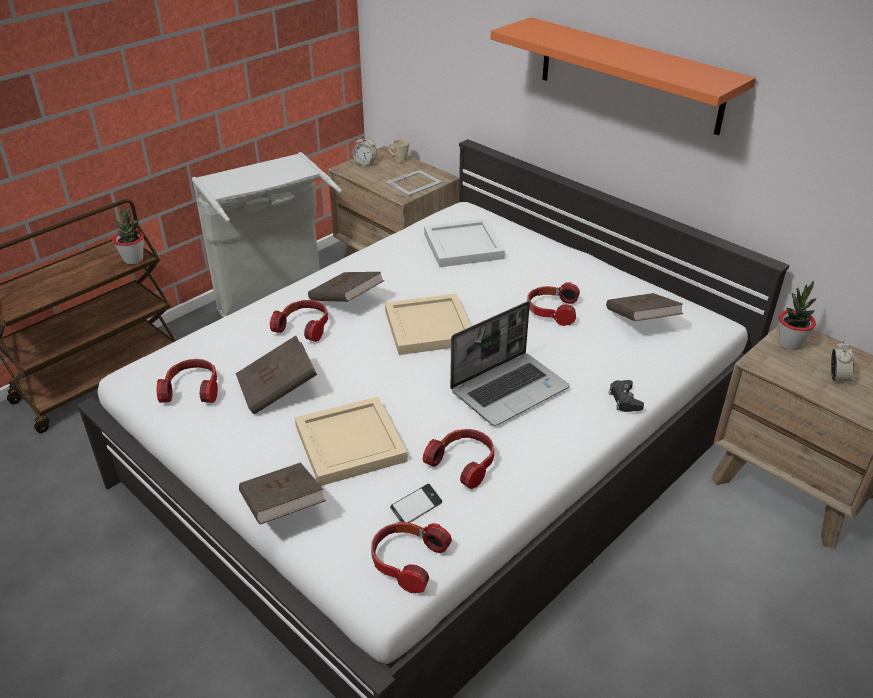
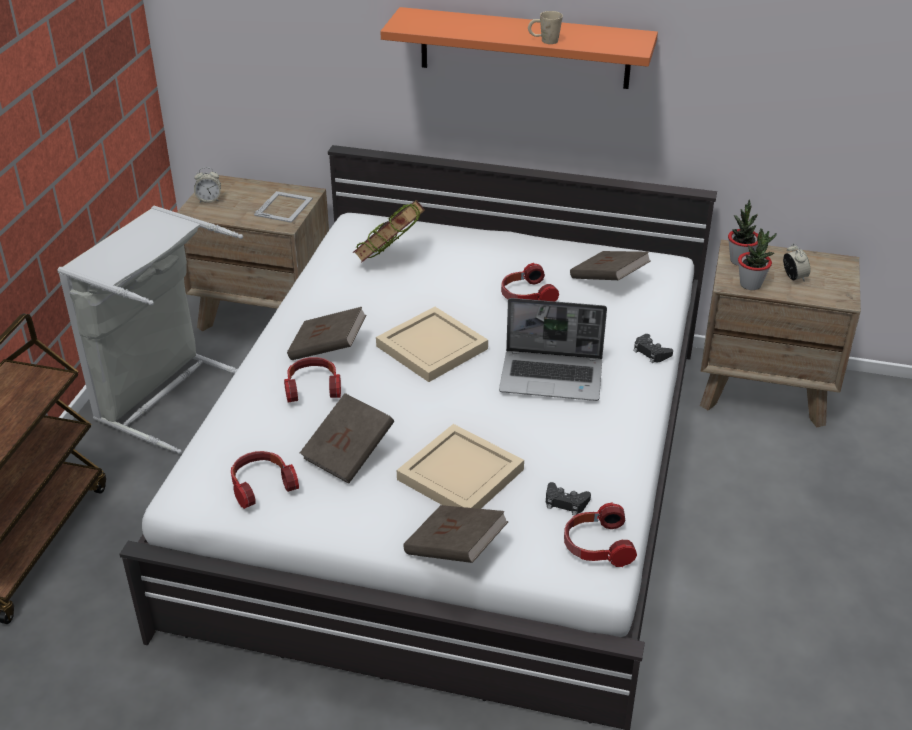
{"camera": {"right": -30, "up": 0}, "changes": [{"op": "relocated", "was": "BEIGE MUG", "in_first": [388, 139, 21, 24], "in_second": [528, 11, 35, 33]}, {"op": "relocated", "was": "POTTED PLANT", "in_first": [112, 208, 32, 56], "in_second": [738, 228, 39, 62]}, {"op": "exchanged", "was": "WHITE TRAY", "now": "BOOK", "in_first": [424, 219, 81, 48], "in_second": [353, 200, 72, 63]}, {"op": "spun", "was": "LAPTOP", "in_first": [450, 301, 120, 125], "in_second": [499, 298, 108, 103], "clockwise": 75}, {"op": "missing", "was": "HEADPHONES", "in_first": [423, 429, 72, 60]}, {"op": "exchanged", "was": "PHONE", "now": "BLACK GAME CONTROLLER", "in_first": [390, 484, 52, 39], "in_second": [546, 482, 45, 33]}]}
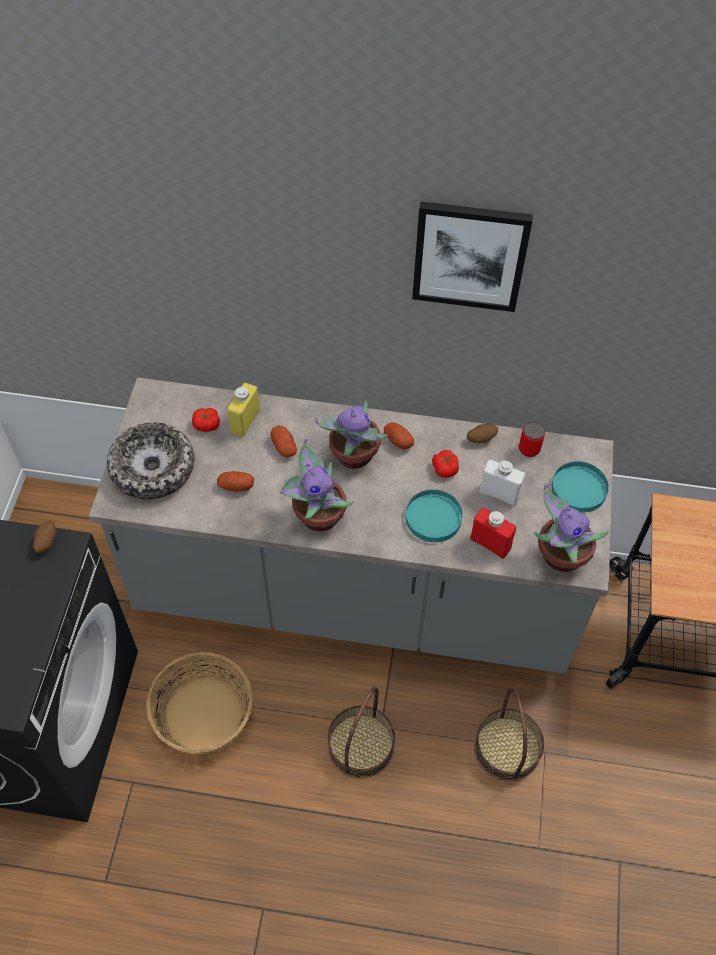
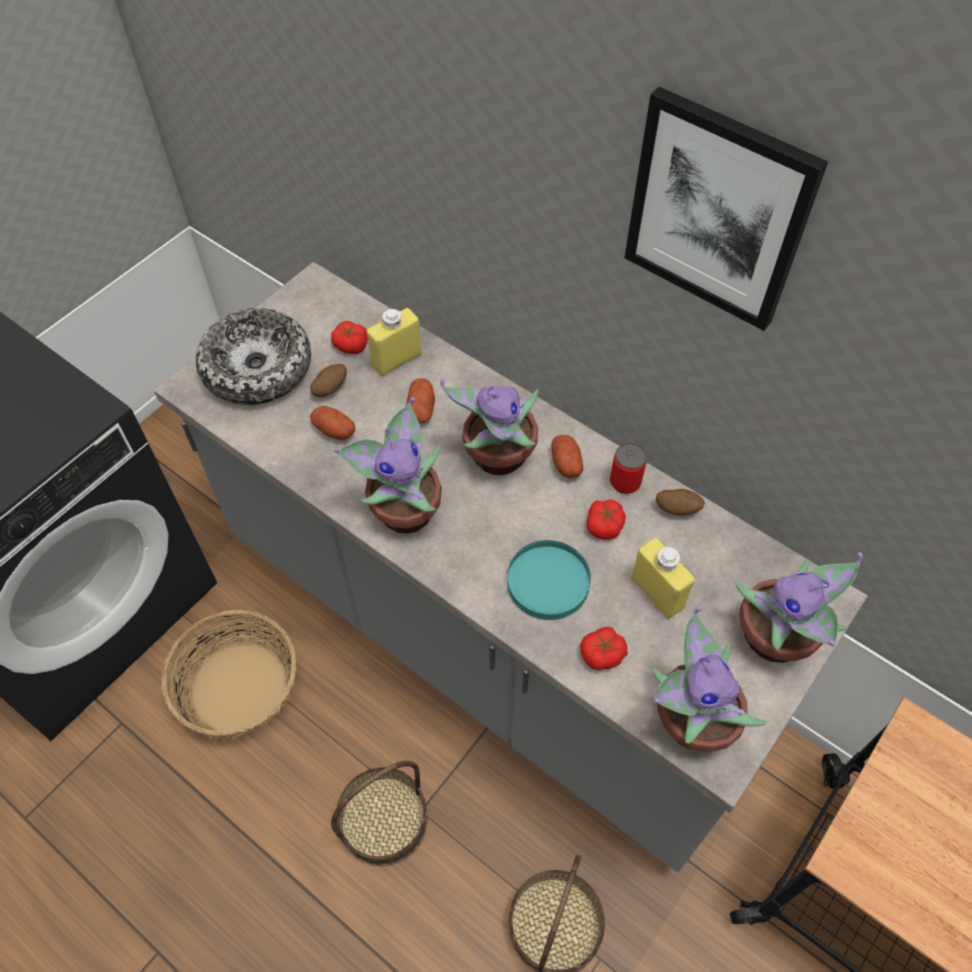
{"camera": {"right": 30, "up": 0}, "changes": [{"op": "relocated", "was": "CAN", "in_first": [519, 421, 26, 36], "in_second": [610, 443, 37, 51]}, {"op": "colour", "was": "WHITE BOTTLE", "now": "YELLOW BOTTLE", "in_first": [479, 459, 46, 47], "in_second": [631, 538, 64, 81]}, {"op": "exchanged", "was": "TURQUOISE PLATE", "now": "POTTED PLANT", "in_first": [552, 462, 57, 51], "in_second": [735, 552, 128, 111]}, {"op": "exchanged", "was": "RED BOTTLE", "now": "TOMATO", "in_first": [470, 508, 46, 51], "in_second": [580, 627, 47, 43]}, {"op": "relocated", "was": "POTATO", "in_first": [33, 521, 23, 33], "in_second": [310, 364, 37, 33]}]}
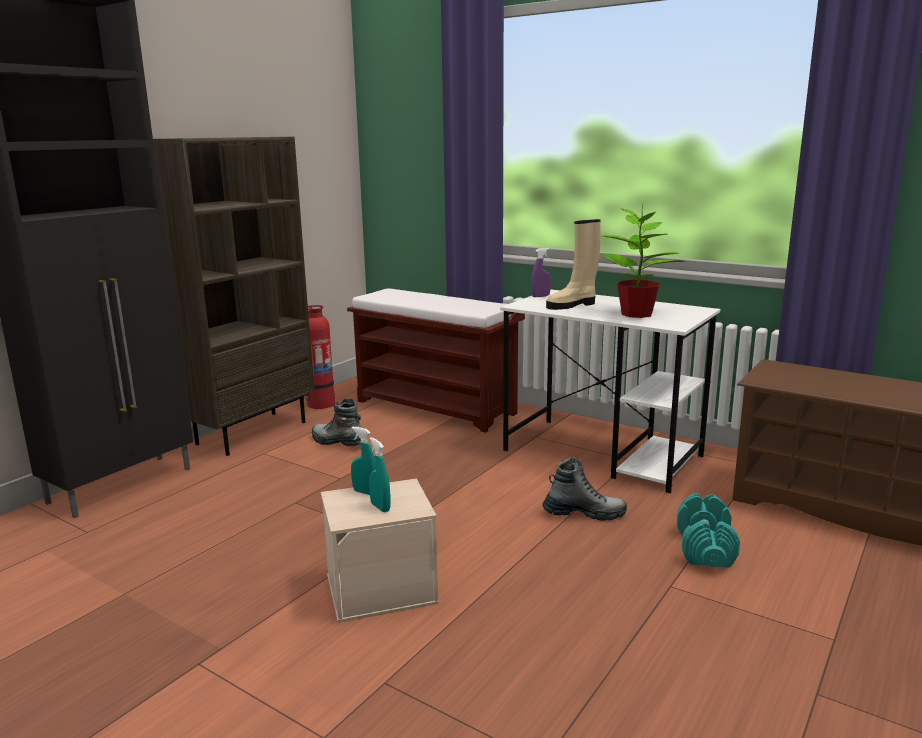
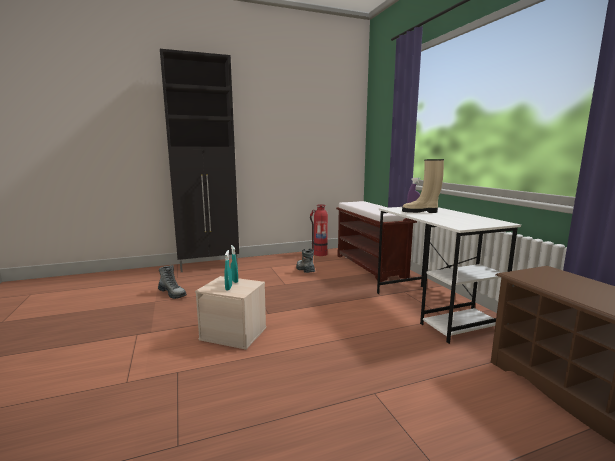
{"camera": {"right": 35, "up": -5}, "changes": [{"op": "missing", "was": "BROWN BOOKCASE", "in_first": [153, 137, 161, 319]}, {"op": "missing", "was": "POTTED PLANT", "in_first": [600, 205, 85, 113]}, {"op": "relocated", "was": "BOOT", "in_first": [543, 457, 84, 64], "in_second": [158, 265, 29, 34]}, {"op": "missing", "was": "TURQUOISE DUMBBELL", "in_first": [677, 493, 63, 74]}]}
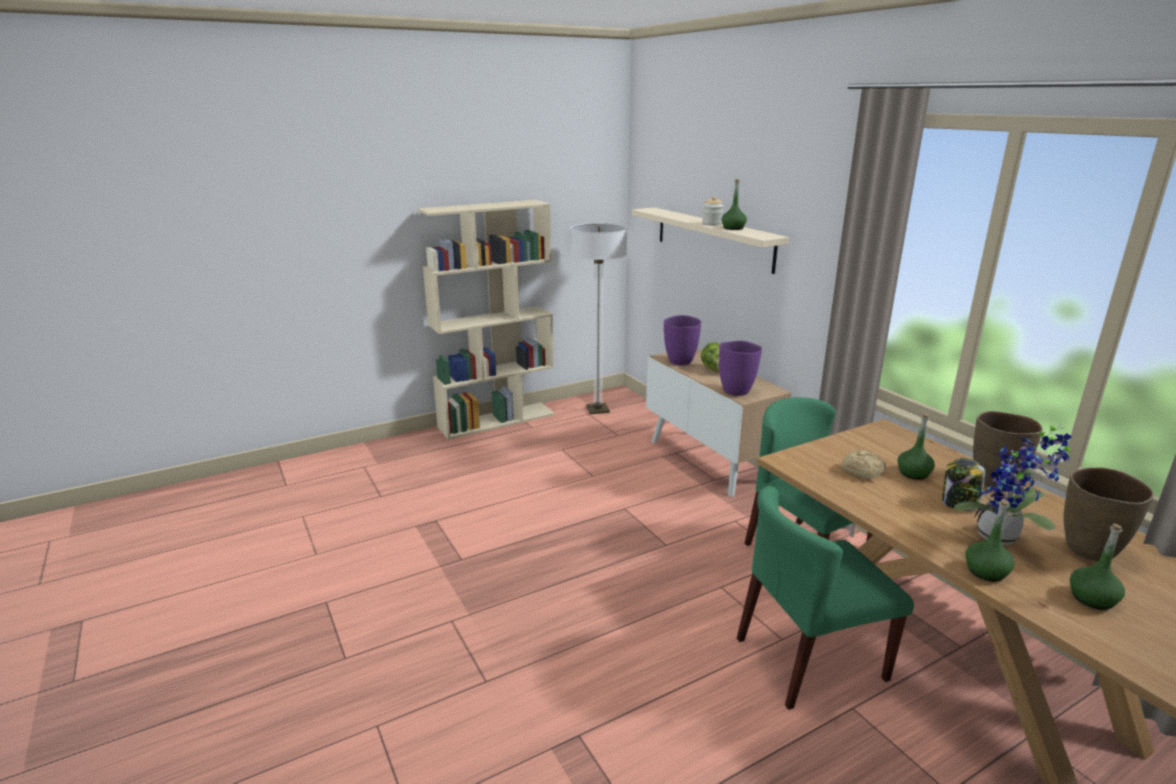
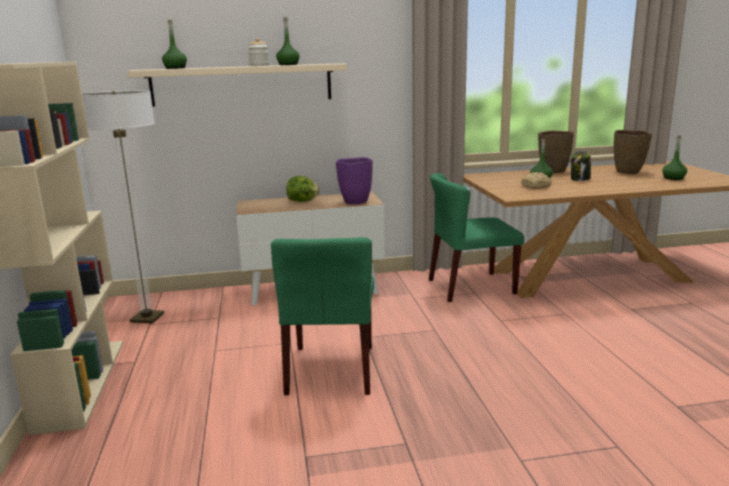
{"camera": {"right": -70, "up": -5}, "changes": [{"op": "missing", "was": "PURPLE VASE", "in_first": [664, 315, 37, 50]}, {"op": "missing", "was": "POTTED PLANT", "in_first": [954, 423, 117, 122]}, {"op": "relocated", "was": "GREEN CHAIR", "in_first": [737, 486, 177, 224], "in_second": [271, 237, 103, 158]}, {"op": "relocated", "was": "GREEN BOTTLE", "in_first": [966, 499, 49, 83], "in_second": [162, 20, 25, 49]}]}
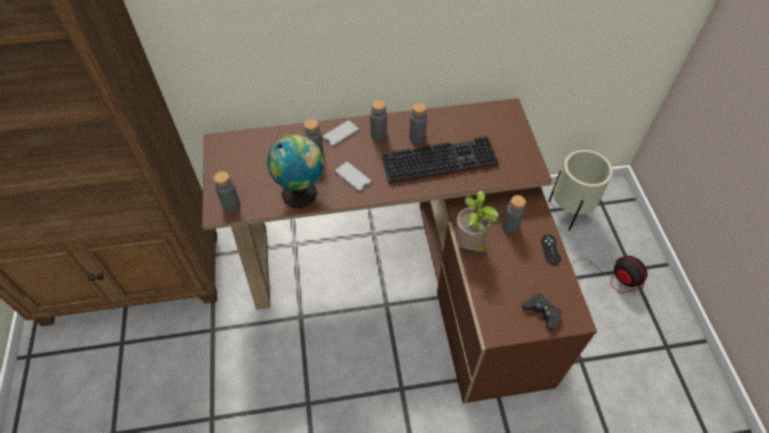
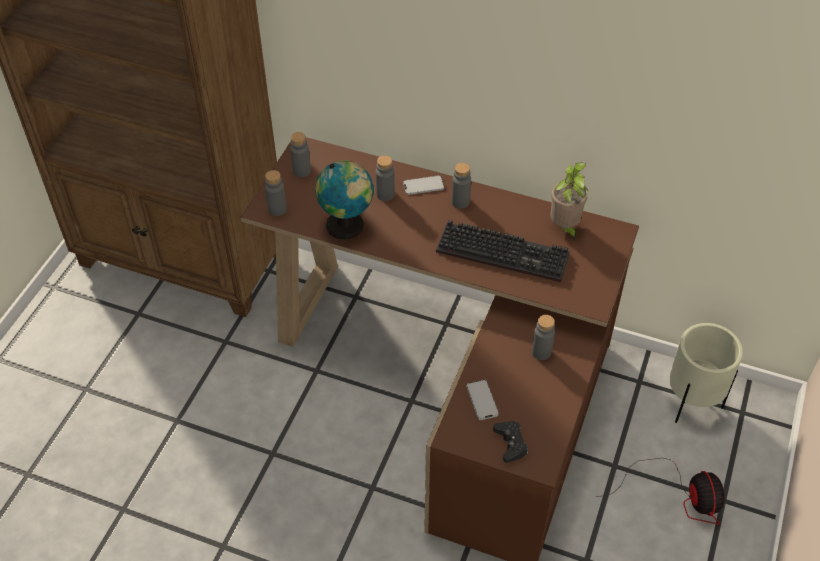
{"camera": {"right": 30, "up": -5}, "changes": [{"op": "relocated", "was": "GREY BOTTLE", "in_first": [409, 102, 18, 41], "in_second": [290, 132, 21, 45]}, {"op": "relocated", "was": "PHONE", "in_first": [335, 161, 36, 30], "in_second": [466, 379, 33, 41]}, {"op": "relocated", "was": "POTTED PLANT", "in_first": [456, 190, 43, 66], "in_second": [550, 163, 38, 77]}, {"op": "missing", "was": "BLACK GAME CONTROLLER", "in_first": [541, 235, 20, 30]}]}
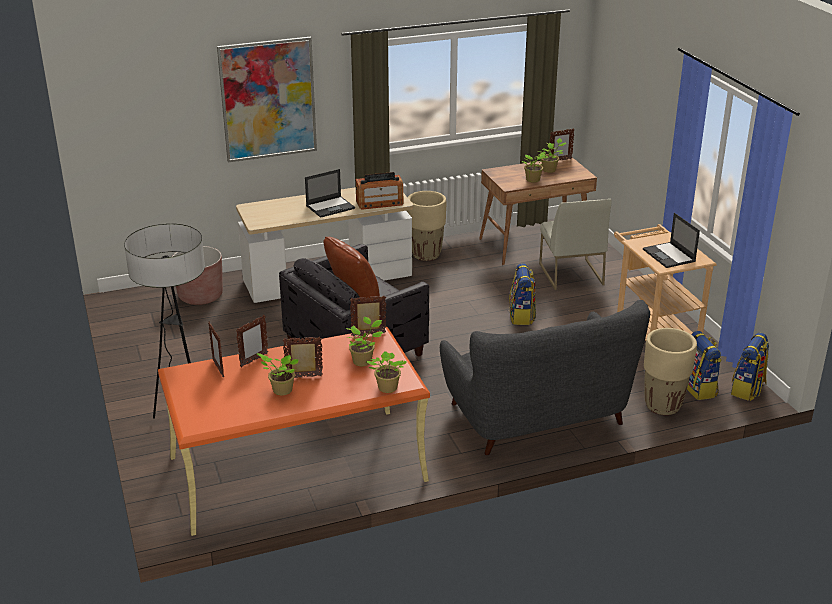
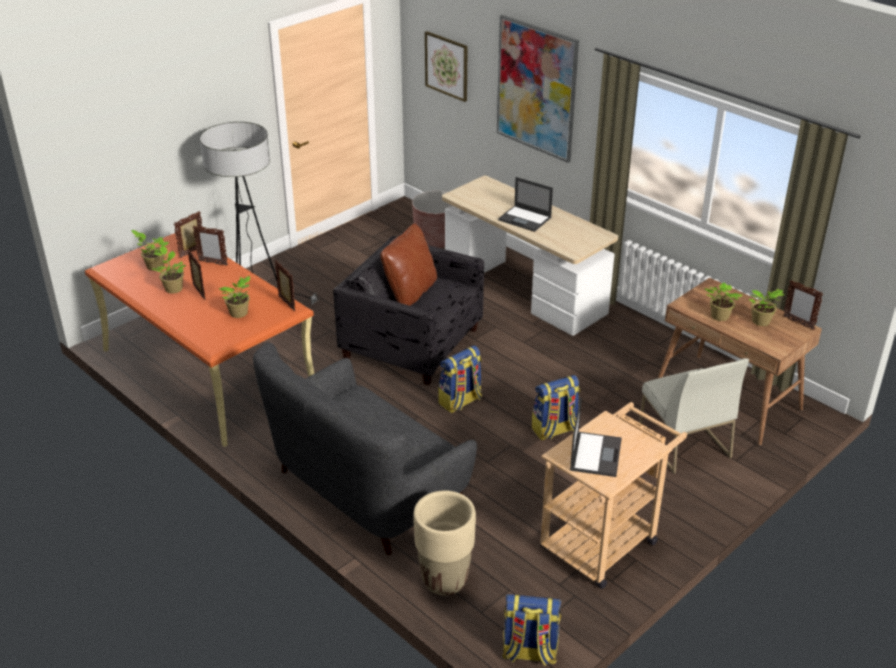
{"camera": {"right": 65, "up": 5}, "changes": [{"op": "missing", "was": "RADIO", "in_first": [355, 172, 49, 38]}, {"op": "missing", "was": "BEIGE PLANTER", "in_first": [407, 191, 39, 70]}, {"op": "spun", "was": "WHITE CHAIR", "in_first": [539, 199, 73, 91], "in_second": [639, 358, 110, 116], "clockwise": -75}, {"op": "spun", "was": "LAPTOP", "in_first": [643, 213, 57, 55], "in_second": [570, 398, 52, 79], "clockwise": 150}, {"op": "relocated", "was": "BACKPACK", "in_first": [687, 331, 35, 69], "in_second": [438, 345, 44, 68]}, {"op": "relocated", "was": "POTTED PLANT", "in_first": [366, 351, 41, 42], "in_second": [131, 230, 38, 41]}, {"op": "appeared", "now": "PICTURE", "in_second": [425, 31, 43, 71]}]}
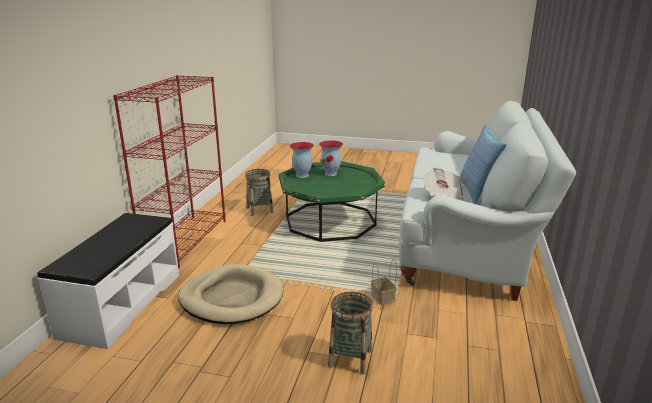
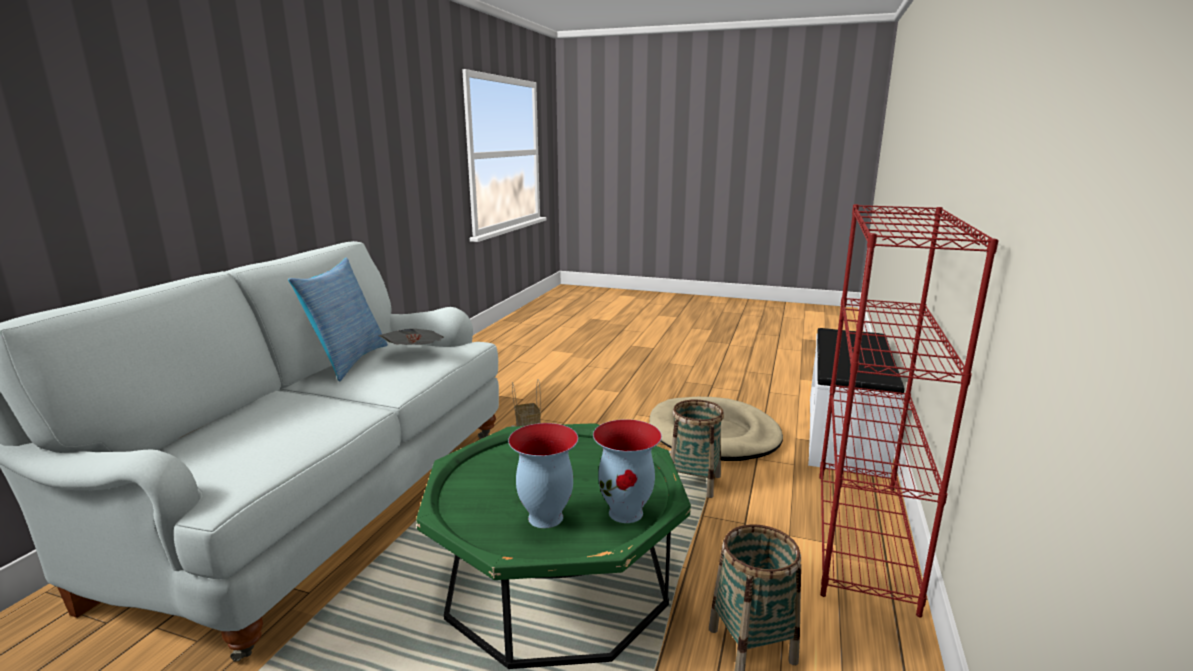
{"camera": {"right": -175, "up": -5}, "changes": [{"op": "relocated", "was": "BASKET", "in_first": [328, 292, 45, 82], "in_second": [670, 400, 54, 98]}]}
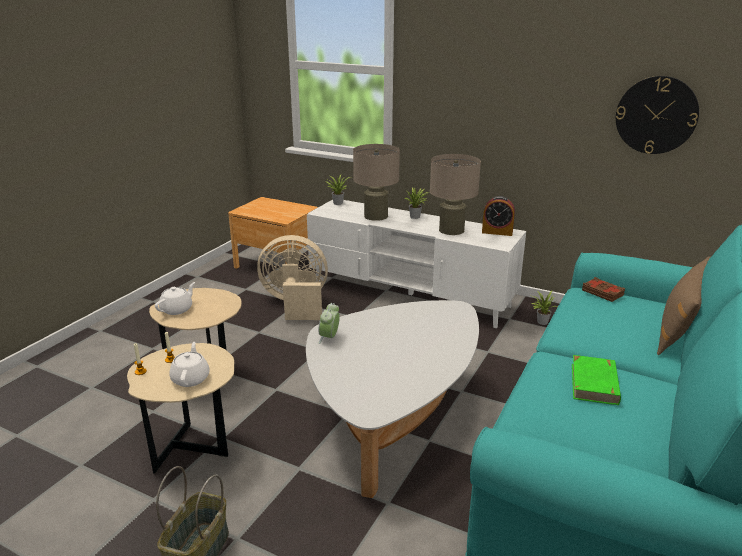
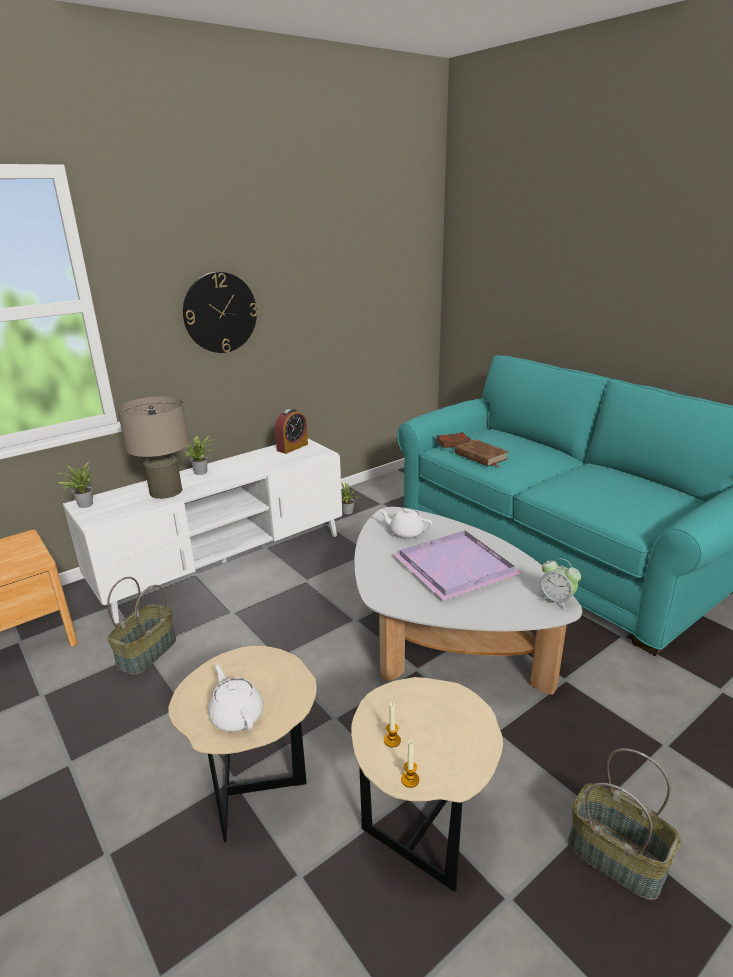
{"camera": {"right": -65, "up": 0}, "changes": [{"op": "relocated", "was": "WALL CLOCK", "in_first": [616, 76, 83, 78], "in_second": [183, 272, 75, 81]}, {"op": "missing", "was": "BEIGE TABLE LAMP", "in_first": [430, 154, 51, 81]}, {"op": "exchanged", "was": "BEIGE FAN", "now": "BASKET", "in_first": [257, 235, 71, 85], "in_second": [107, 577, 69, 98]}, {"op": "missing", "was": "BROWN PILLOW", "in_first": [657, 256, 53, 99]}, {"op": "relocated", "was": "ALARM CLOCK", "in_first": [318, 303, 22, 41], "in_second": [538, 558, 43, 53]}, {"op": "relocated", "was": "WHITE TEAPOT", "in_first": [169, 342, 41, 45], "in_second": [379, 508, 54, 31]}, {"op": "missing", "was": "GREEN BOOK", "in_first": [572, 355, 49, 50]}, {"op": "appeared", "now": "BROWN BOOK", "in_second": [455, 439, 54, 29]}, {"op": "appeared", "now": "PURPLE TRAY", "in_second": [393, 530, 129, 71]}]}
